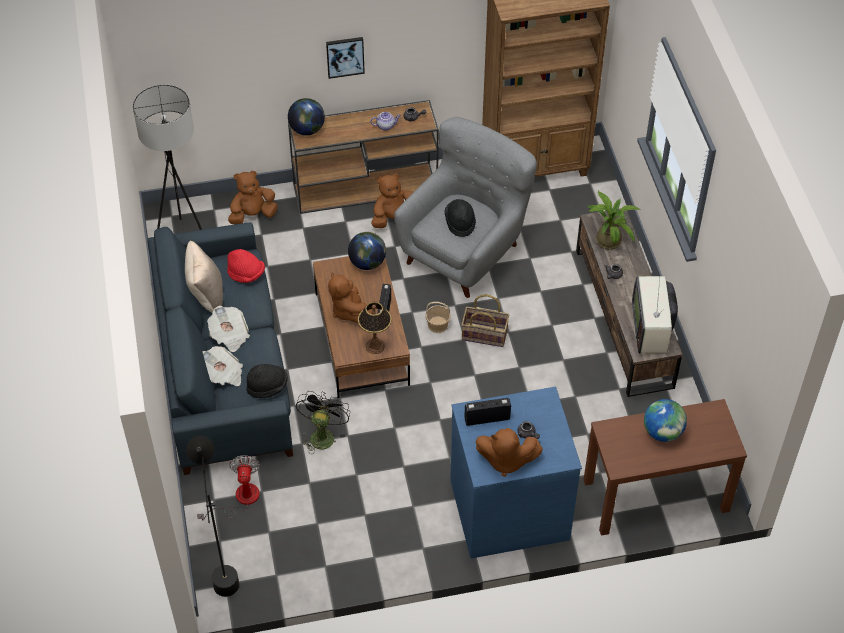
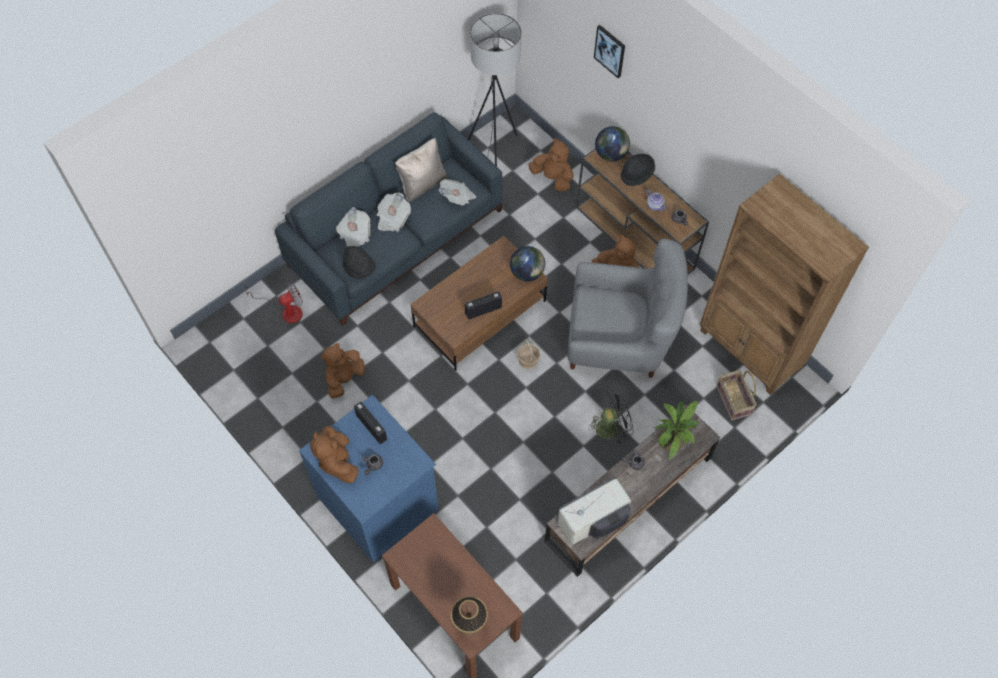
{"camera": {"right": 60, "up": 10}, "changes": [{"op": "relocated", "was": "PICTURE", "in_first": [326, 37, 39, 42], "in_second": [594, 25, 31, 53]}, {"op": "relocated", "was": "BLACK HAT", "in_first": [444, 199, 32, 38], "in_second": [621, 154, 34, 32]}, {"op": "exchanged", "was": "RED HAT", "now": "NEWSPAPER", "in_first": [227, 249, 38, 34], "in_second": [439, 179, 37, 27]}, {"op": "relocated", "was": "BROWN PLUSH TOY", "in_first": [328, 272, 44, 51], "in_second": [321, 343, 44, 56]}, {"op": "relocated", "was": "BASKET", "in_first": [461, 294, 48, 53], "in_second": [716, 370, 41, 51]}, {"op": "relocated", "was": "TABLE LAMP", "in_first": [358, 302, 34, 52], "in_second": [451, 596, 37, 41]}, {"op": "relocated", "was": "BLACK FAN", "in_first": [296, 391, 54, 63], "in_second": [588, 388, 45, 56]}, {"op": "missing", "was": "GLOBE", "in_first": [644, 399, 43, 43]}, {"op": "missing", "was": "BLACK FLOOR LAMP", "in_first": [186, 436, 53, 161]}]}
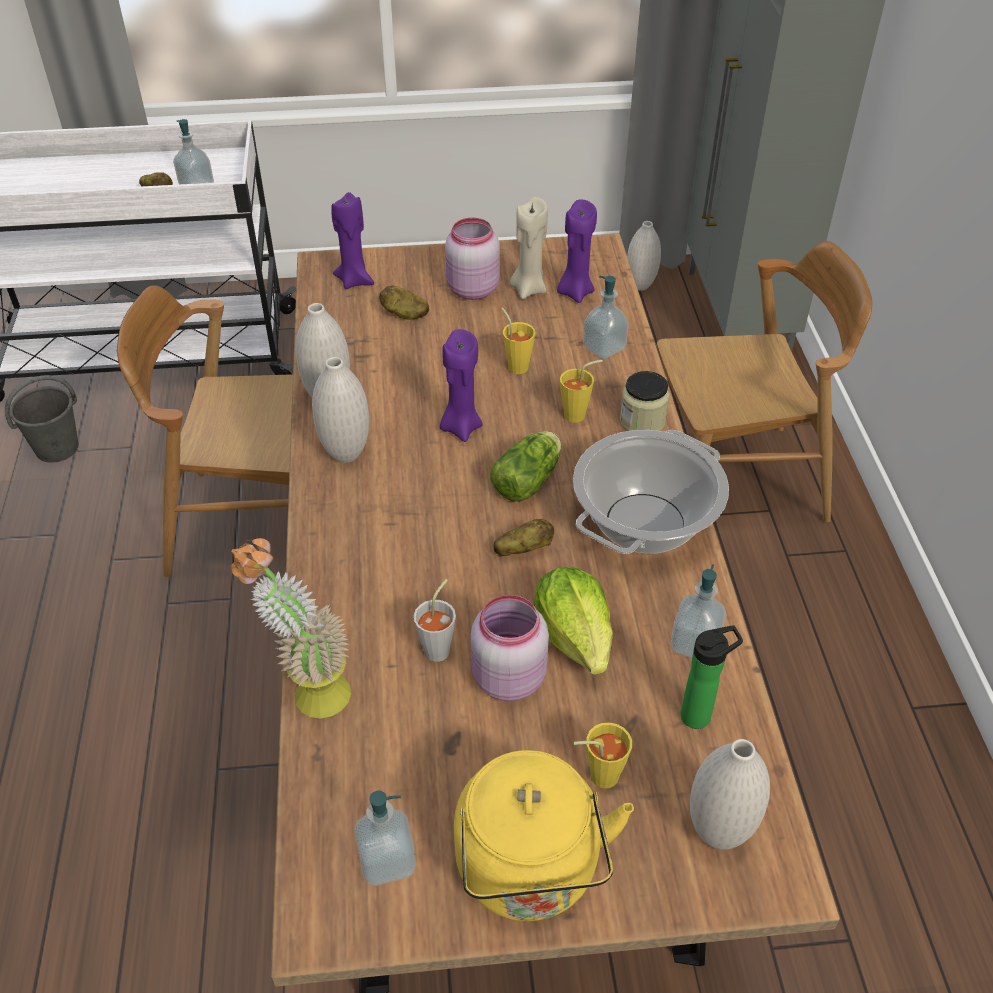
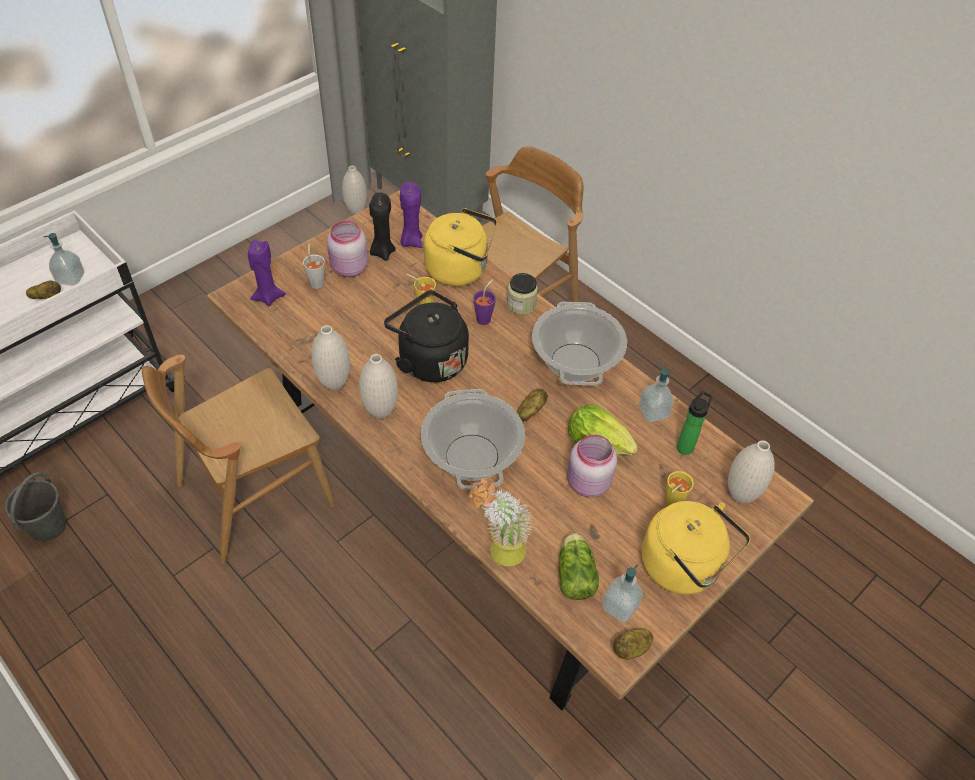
{"camera": {"right": -40, "up": 5}, "changes": [{"op": "colour", "was": "BEIGE CANDLE", "now": "BLACK CANDLE", "in_first": [509, 197, 39, 102], "in_second": [369, 192, 27, 69]}, {"op": "exchanged", "was": "SOAP DISPENSER", "now": "YELLOW KETTLE", "in_first": [583, 276, 46, 83], "in_second": [424, 208, 73, 78]}, {"op": "relocated", "was": "POTATO", "in_first": [379, 286, 50, 33], "in_second": [613, 629, 40, 31]}, {"op": "exchanged", "was": "PURPLE CANDLE", "now": "BLACK KETTLE", "in_first": [440, 329, 43, 113], "in_second": [384, 290, 85, 92]}, {"op": "colour", "was": "YELLOW CUP", "now": "PURPLE CUP", "in_first": [560, 360, 43, 63], "in_second": [473, 280, 23, 45]}, {"op": "relocated", "was": "LETTUCE", "in_first": [490, 431, 71, 71], "in_second": [559, 533, 40, 67]}, {"op": "relocated", "was": "GREY CUP", "in_first": [414, 579, 42, 83], "in_second": [303, 243, 22, 46]}, {"op": "appeared", "now": "COOKING POT", "in_second": [421, 389, 104, 100]}]}
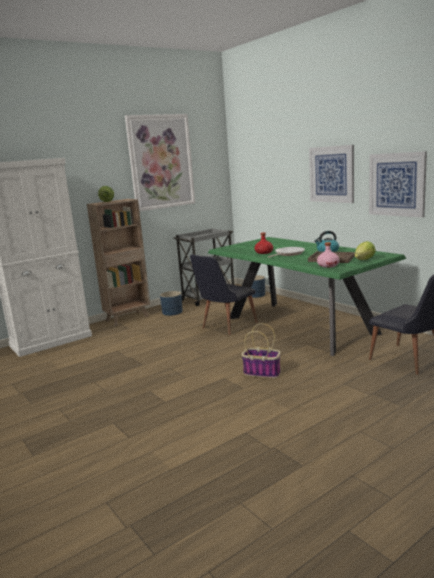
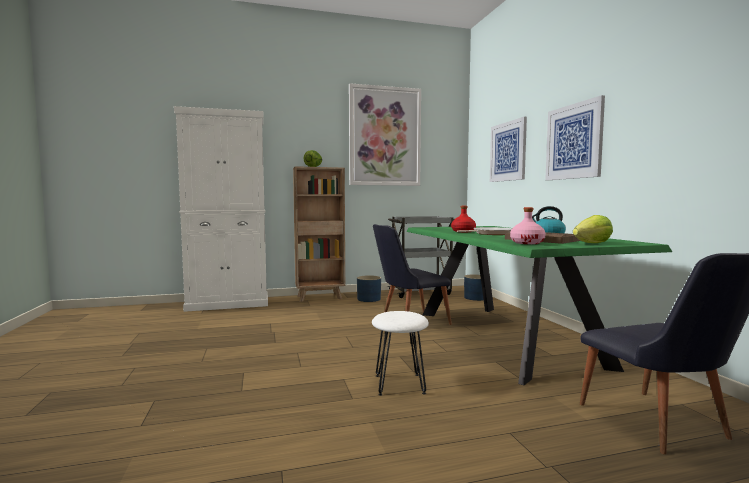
{"camera": {"right": 20, "up": -10}, "changes": [{"op": "relocated", "was": "PICTURE", "in_first": [369, 151, 58, 67], "in_second": [490, 117, 37, 65]}, {"op": "exchanged", "was": "BASKET", "now": "WHITE STOOL", "in_first": [241, 323, 40, 55], "in_second": [372, 311, 57, 85]}]}
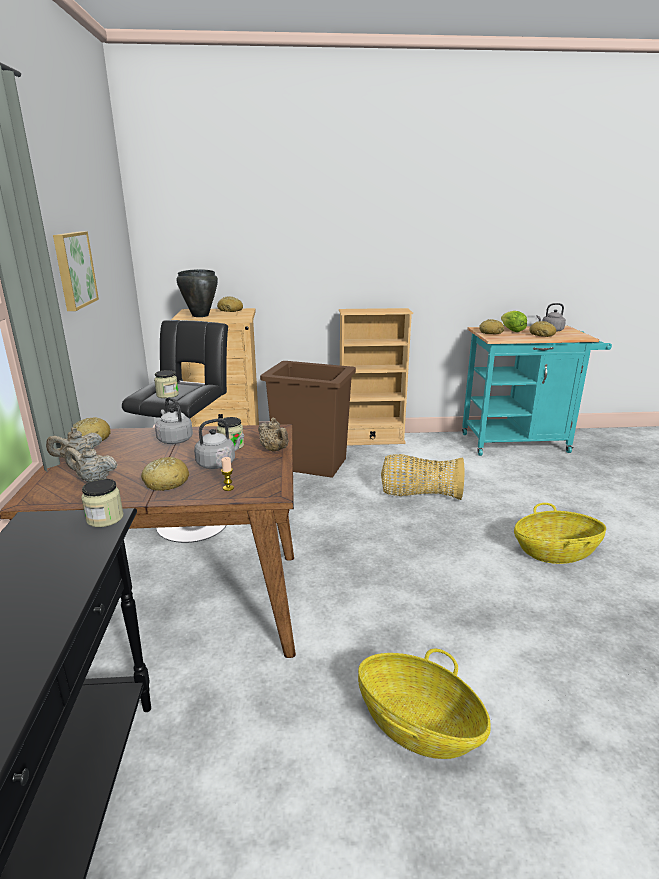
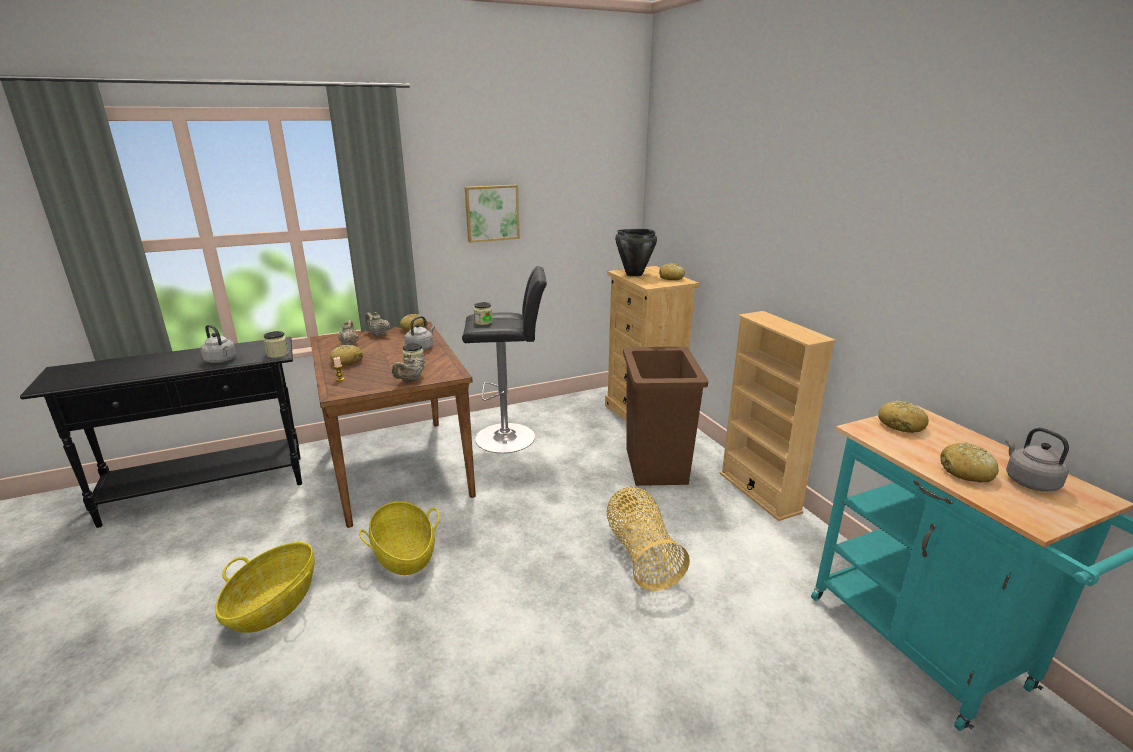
{"camera": {"right": 70, "up": 0}, "changes": [{"op": "missing", "was": "LETTUCE", "in_first": [501, 311, 26, 21]}, {"op": "relocated", "was": "GREY KETTLE", "in_first": [194, 418, 50, 51], "in_second": [201, 325, 35, 38]}, {"op": "relocated", "was": "BASKET", "in_first": [514, 503, 92, 61], "in_second": [359, 501, 81, 74]}]}
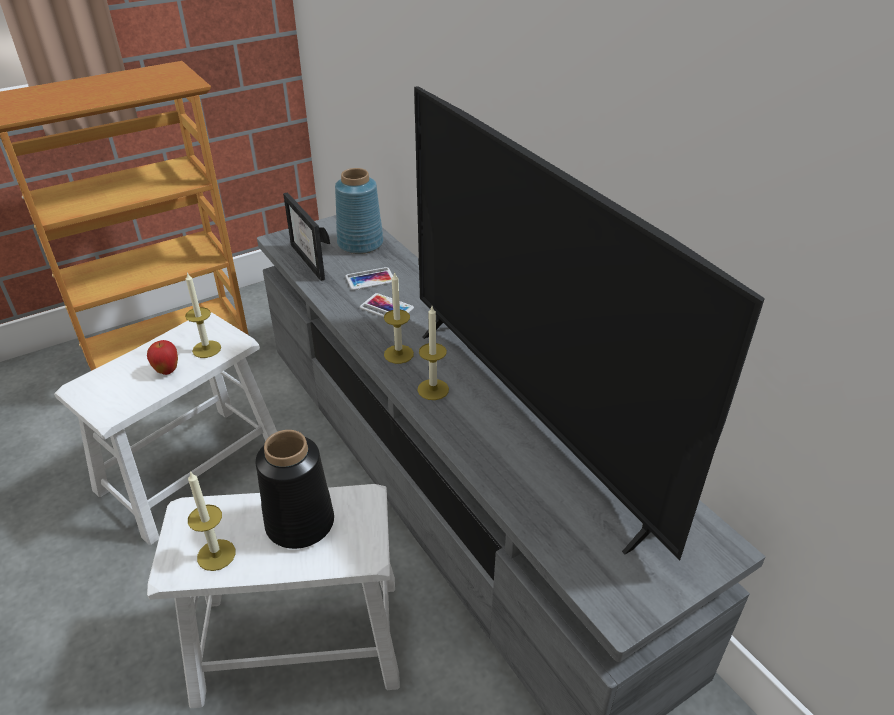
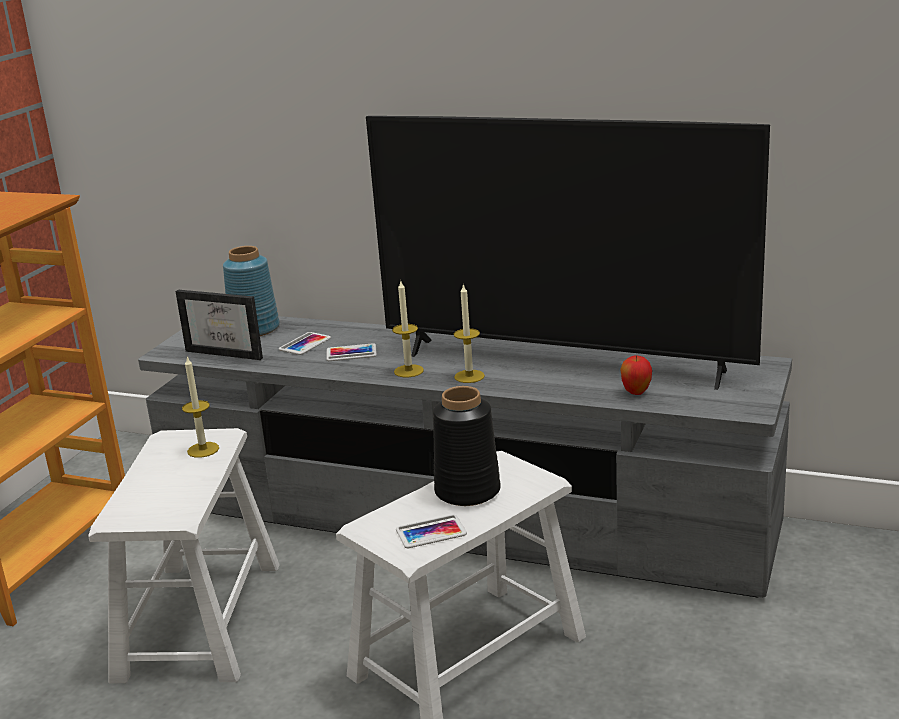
{"camera": {"right": -35, "up": -15}, "changes": [{"op": "relocated", "was": "APPLE", "in_first": [147, 340, 31, 35], "in_second": [620, 355, 32, 40]}, {"op": "exchanged", "was": "CANDLE", "now": "PHONE", "in_first": [188, 471, 48, 100], "in_second": [396, 514, 71, 34]}]}
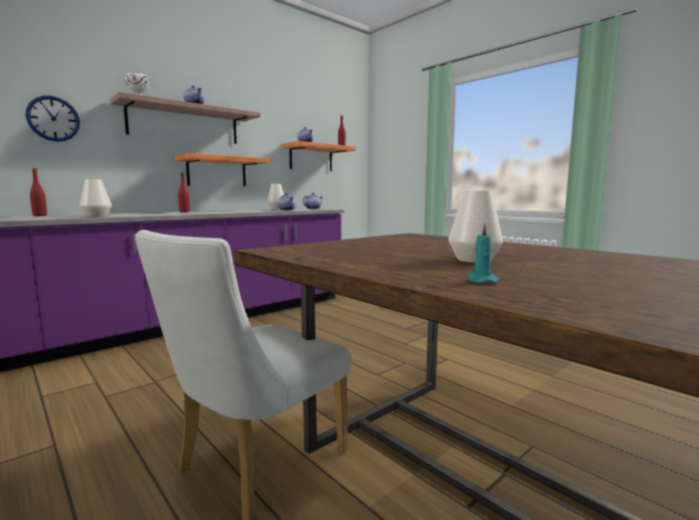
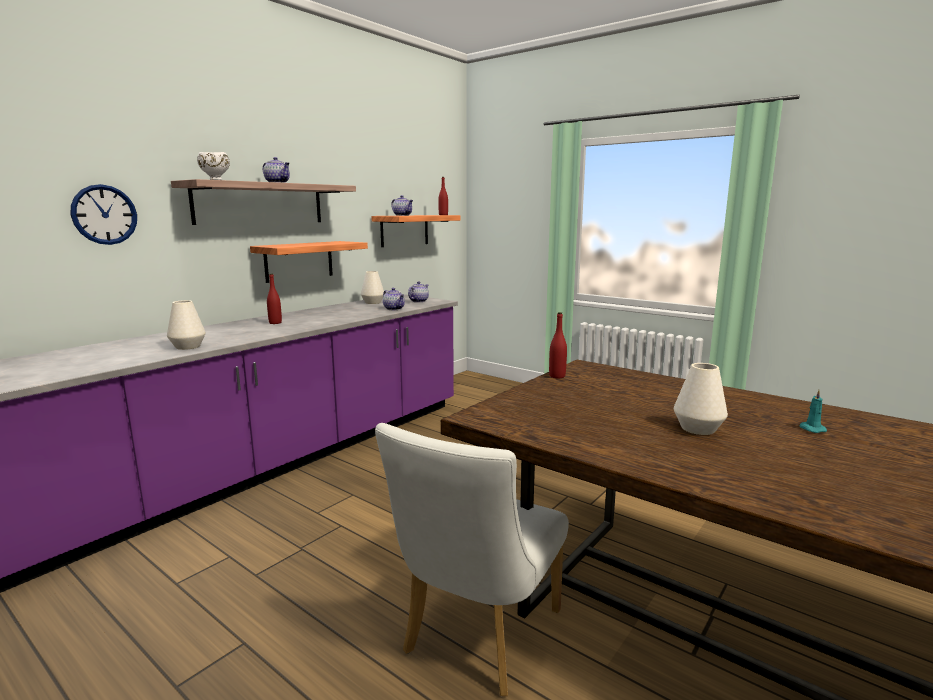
{"camera": {"right": -10, "up": 5}, "changes": [{"op": "relocated", "was": "RED BOTTLE", "in_first": [30, 168, 17, 48], "in_second": [549, 312, 18, 66]}, {"op": "relocated", "was": "TURQUOISE CANDLE", "in_first": [466, 223, 33, 60], "in_second": [800, 390, 27, 43]}]}
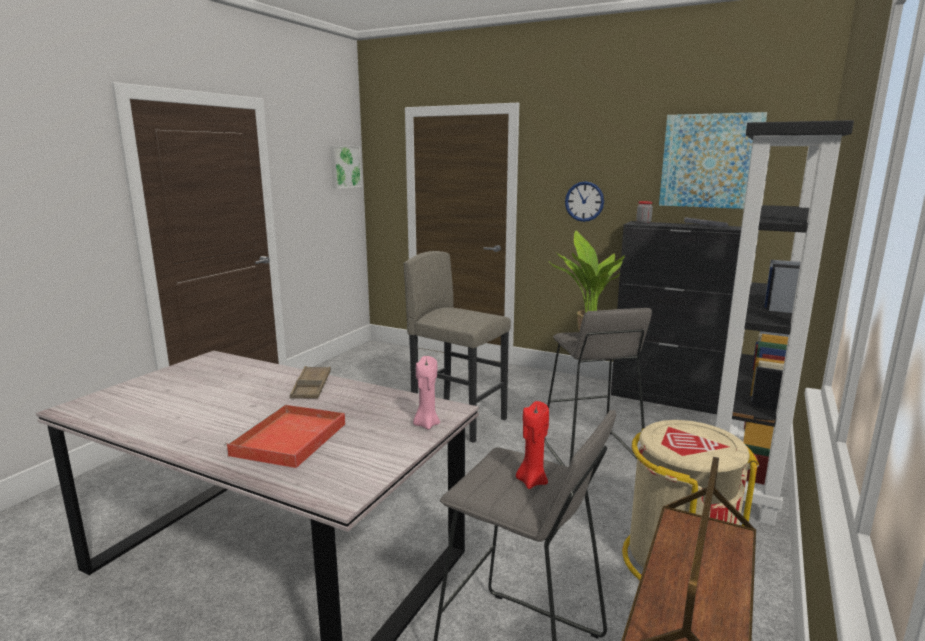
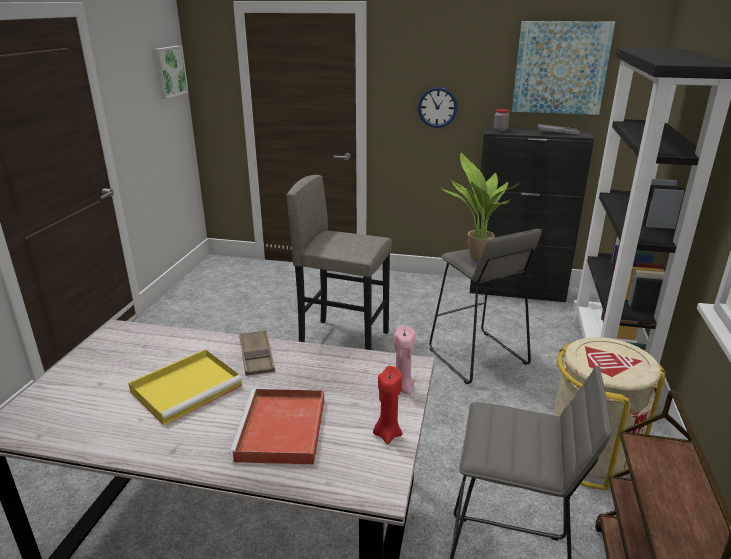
{"camera": {"right": -15, "up": 10}, "changes": [{"op": "relocated", "was": "RED CANDLE", "in_first": [516, 401, 33, 88], "in_second": [373, 366, 29, 78]}, {"op": "appeared", "now": "YELLOW TRAY", "in_second": [128, 349, 115, 76]}]}
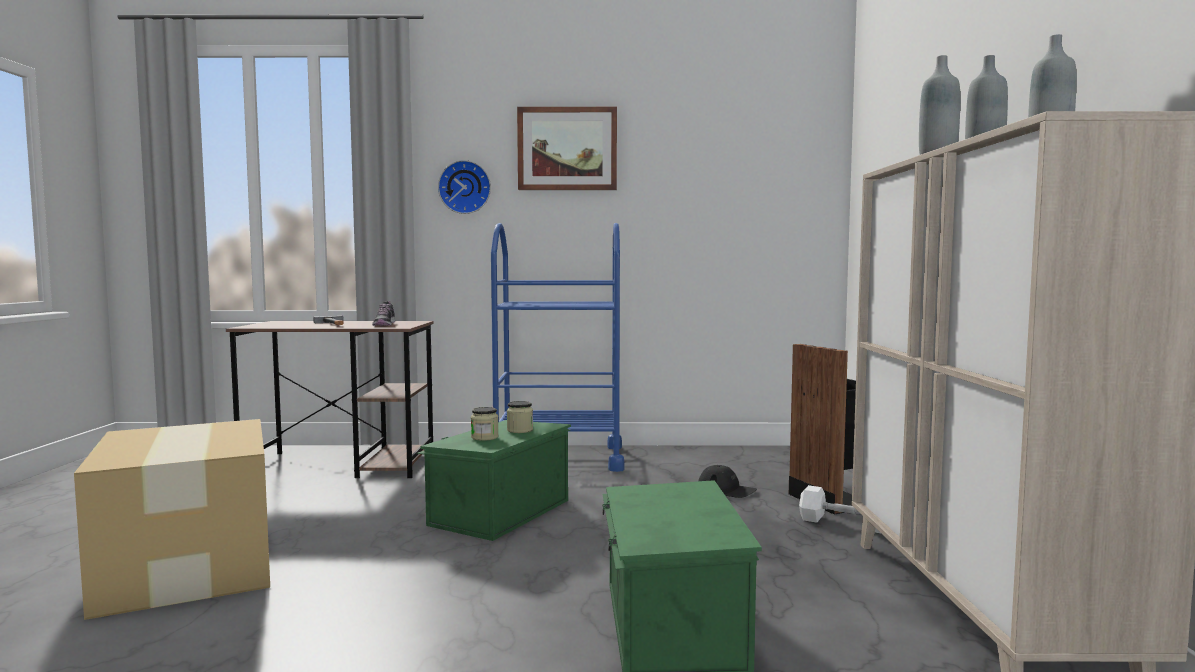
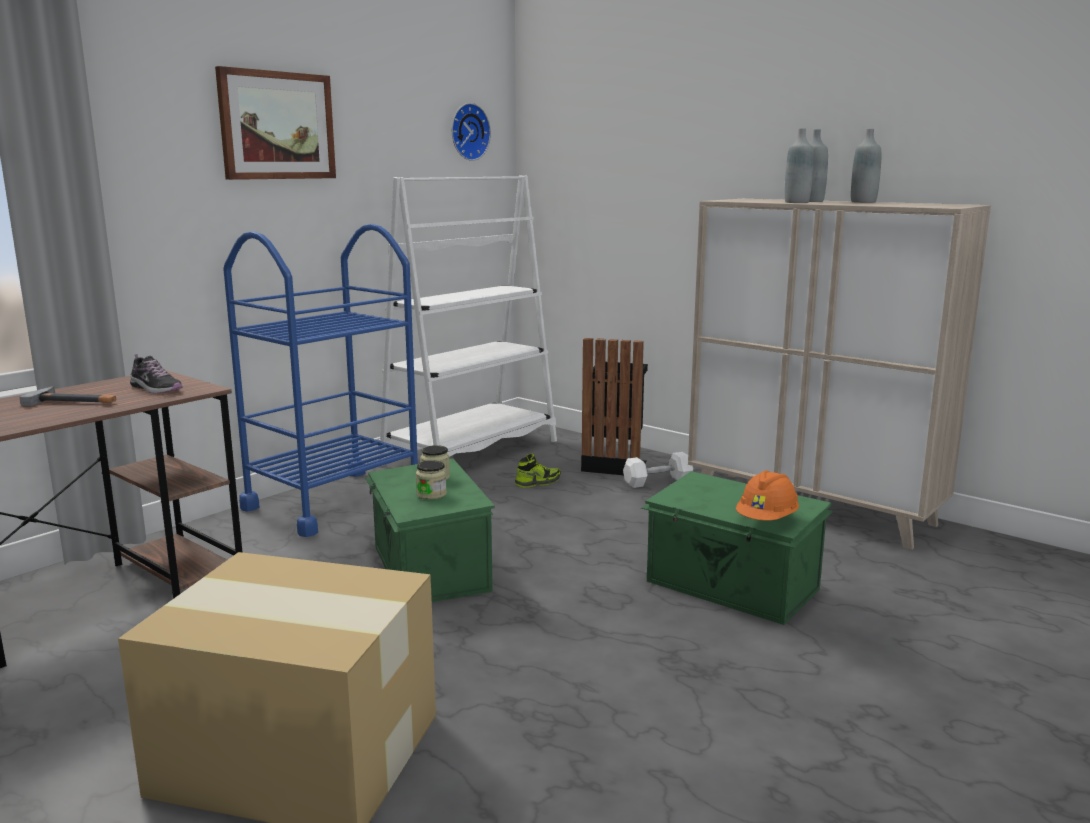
{"camera": {"right": -50, "up": 10}, "changes": [{"op": "relocated", "was": "WALL CLOCK", "in_first": [438, 160, 53, 54], "in_second": [452, 103, 39, 58]}, {"op": "exchanged", "was": "BLACK CAP", "now": "SHOE", "in_first": [698, 465, 59, 33], "in_second": [515, 454, 46, 34]}, {"op": "appeared", "now": "WHITE BOOKCASE", "in_second": [379, 176, 178, 290]}, {"op": "appeared", "now": "ORANGE HARD HAT", "in_second": [736, 470, 63, 51]}]}
